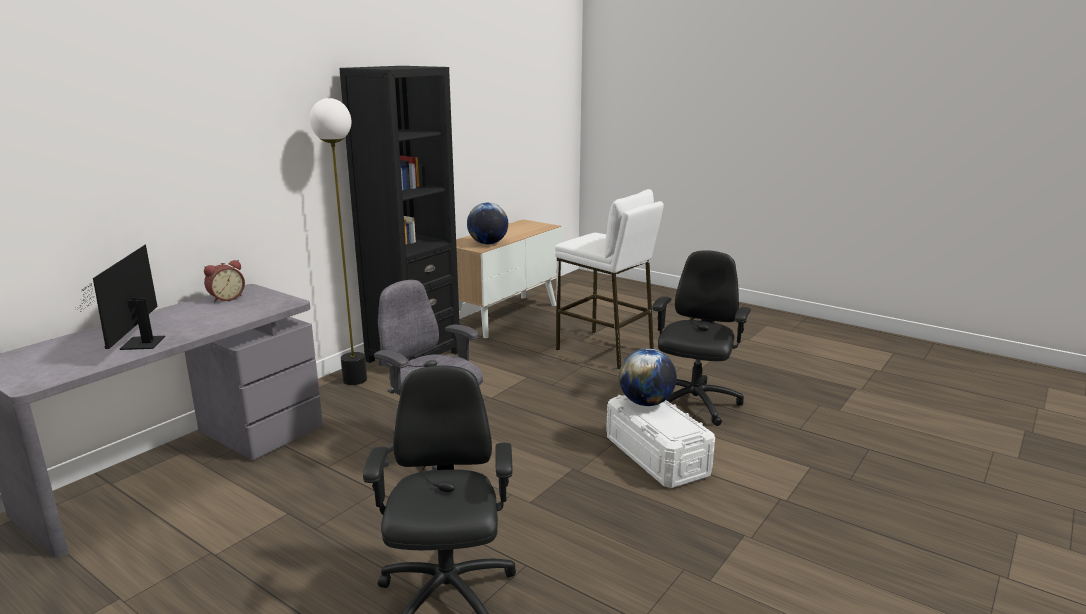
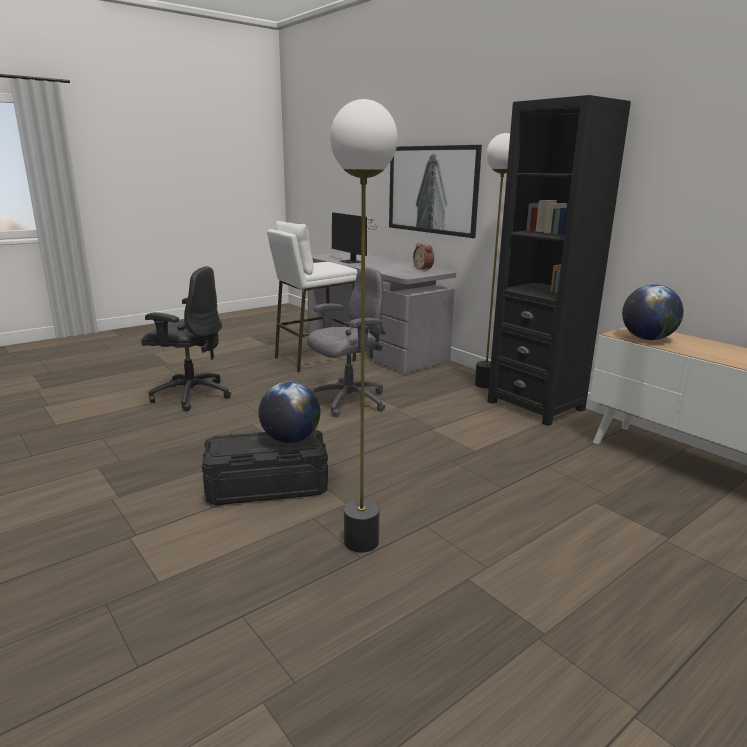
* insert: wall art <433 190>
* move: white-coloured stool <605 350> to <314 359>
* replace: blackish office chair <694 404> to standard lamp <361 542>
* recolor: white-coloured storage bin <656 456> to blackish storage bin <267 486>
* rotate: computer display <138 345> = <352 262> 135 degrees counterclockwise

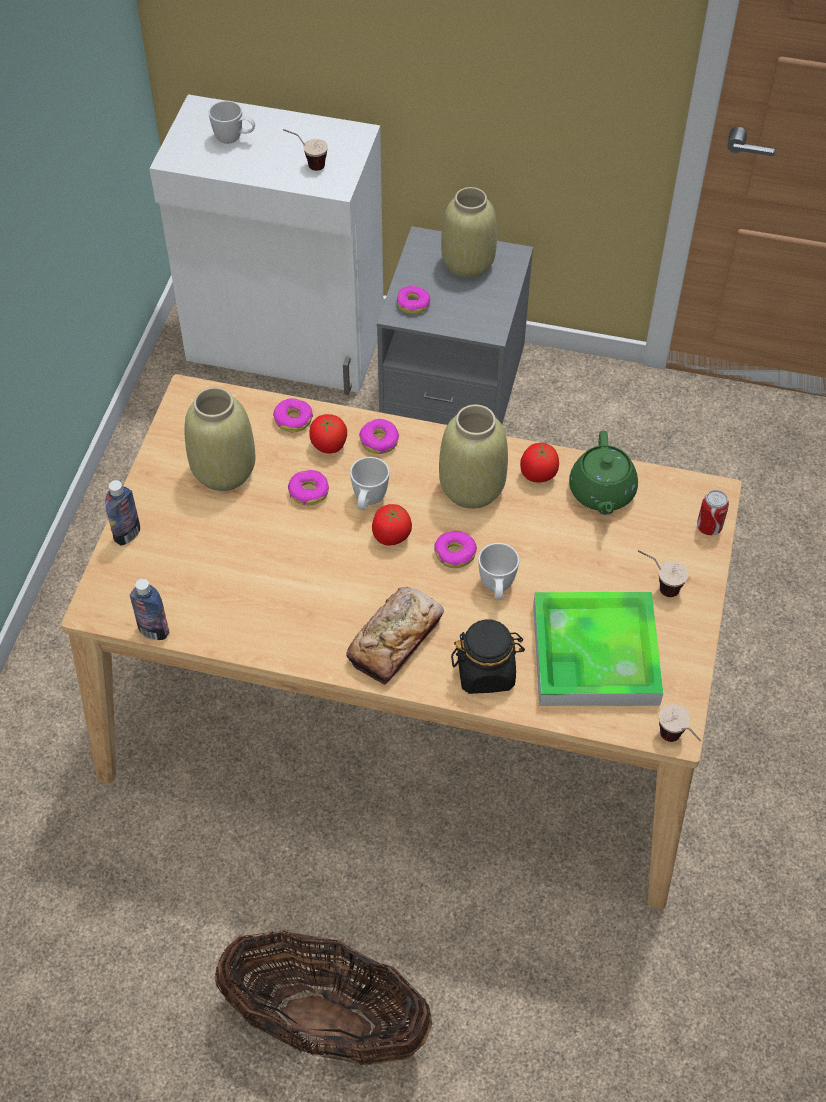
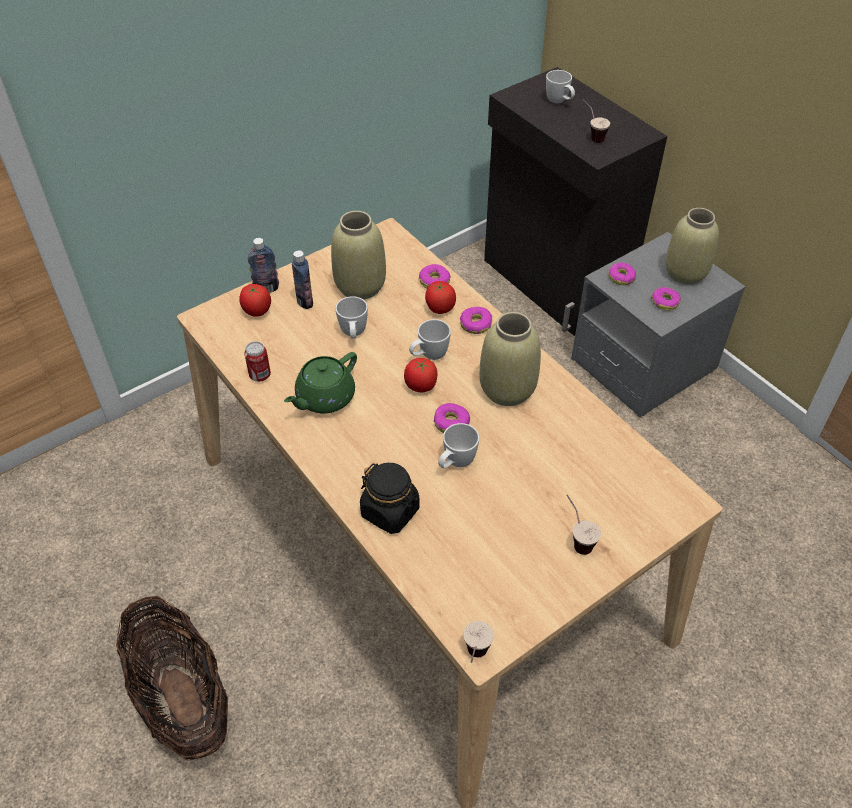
* delete: baked bread <395 640>
* delete: carrying tray <595 654>
* insert: white-coloured coffee mug <353 334>
* move: beverage bottle <154 631> to <304 301>
* move: doughnut <309 492> to <665 302>
* move: whole tomato <538 474> to <257 311>
* move: green-coloured pot for tea <601 493> to <324 398>
* move: can <709 527> to <260 375>
* recolor: white-coloured storage cabinet <286 344> to blackish storage cabinet <554 283>

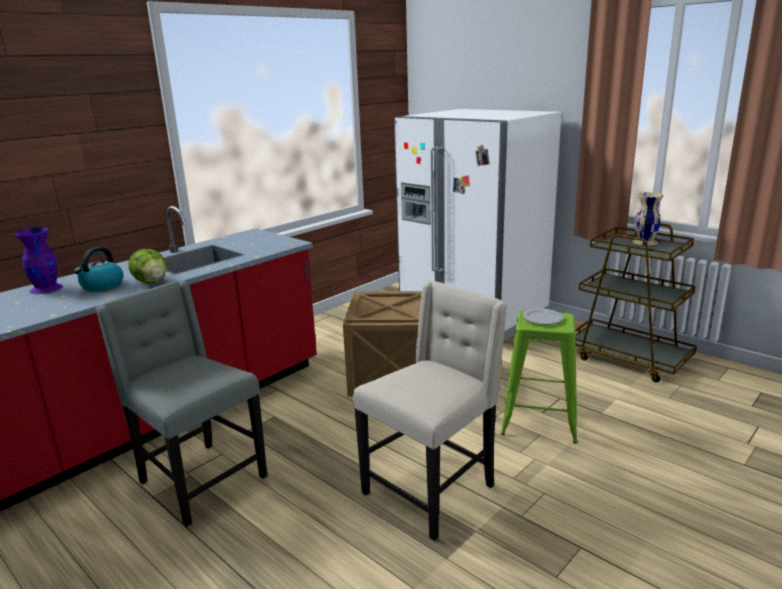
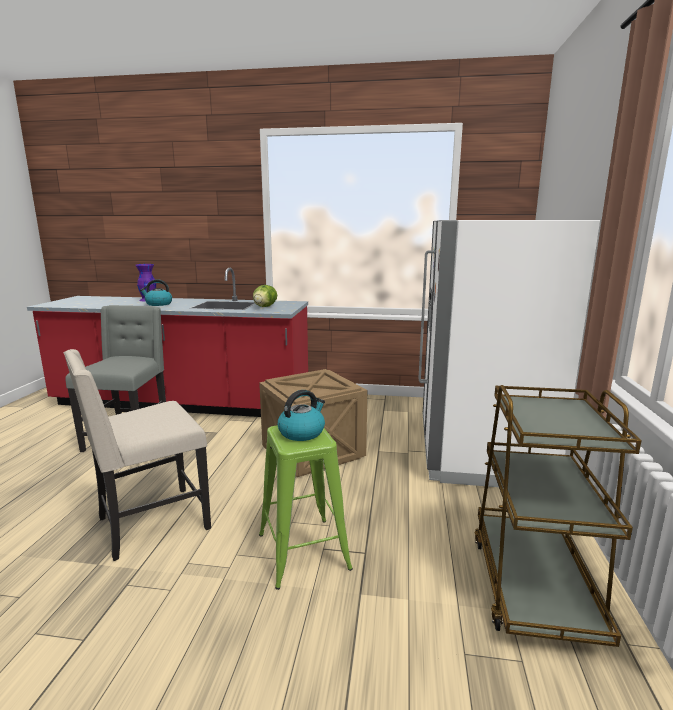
* delete: sand-coloured vase <644 242>
* move: lettuce <151 282> to <264 307>
* replace: plate <542 319> to tea kettle <302 432>
* rotate: sand-coloured chair <432 490> = <151 524> 135 degrees clockwise

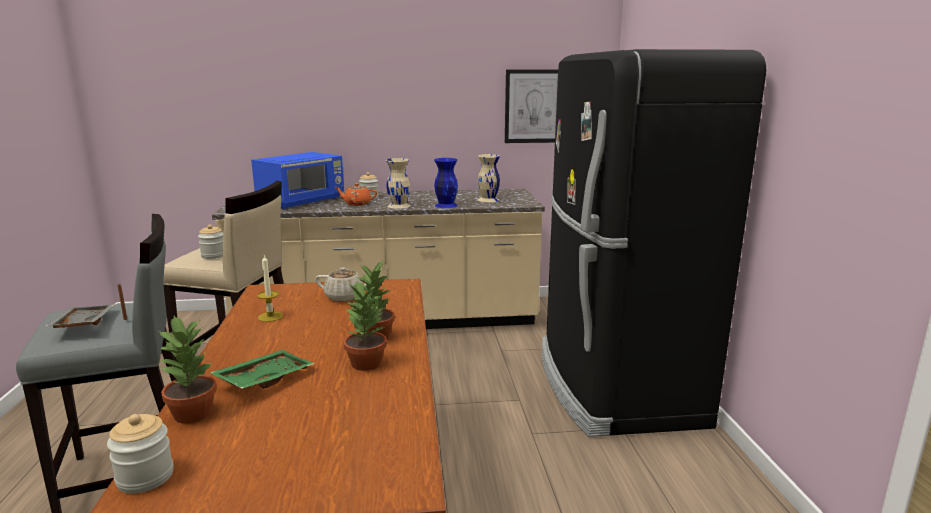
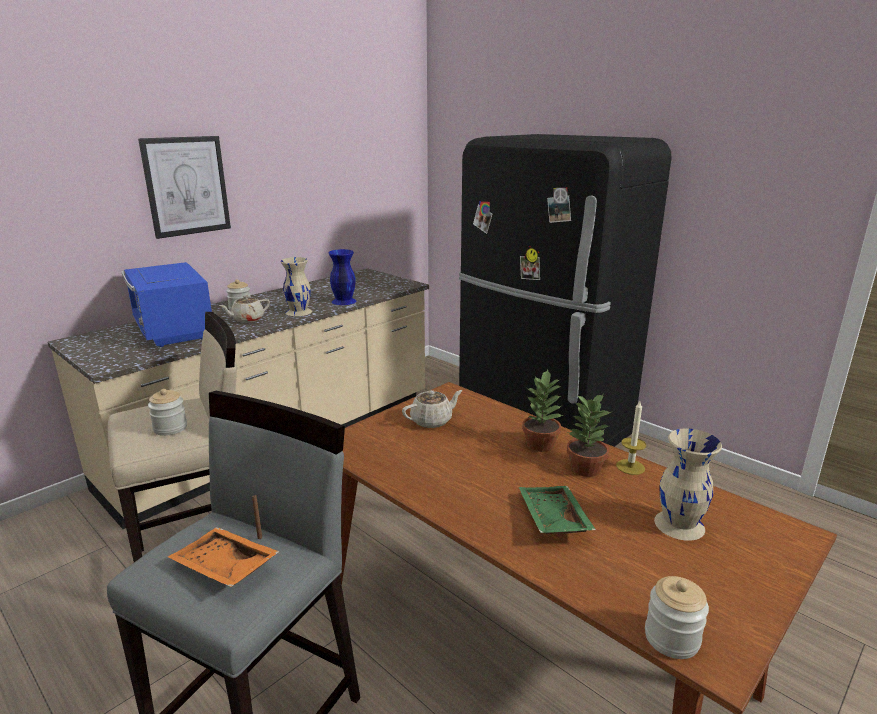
* delete: plant in a pot <194 413>
* move: wax light <270 316> to <630 467>
* move: sand-coloured vase <488 200> to <680 525>
* move: wall art <534 106> to <186 186>
* recolor: gray carrying tray <82 324> to orangey carrying tray <223 568>
* recolor: orangey pot for tea <357 204> to sand-coloured pot for tea <247 319>
* rotate: bluish microwave <302 201> = <172 331> 150 degrees clockwise

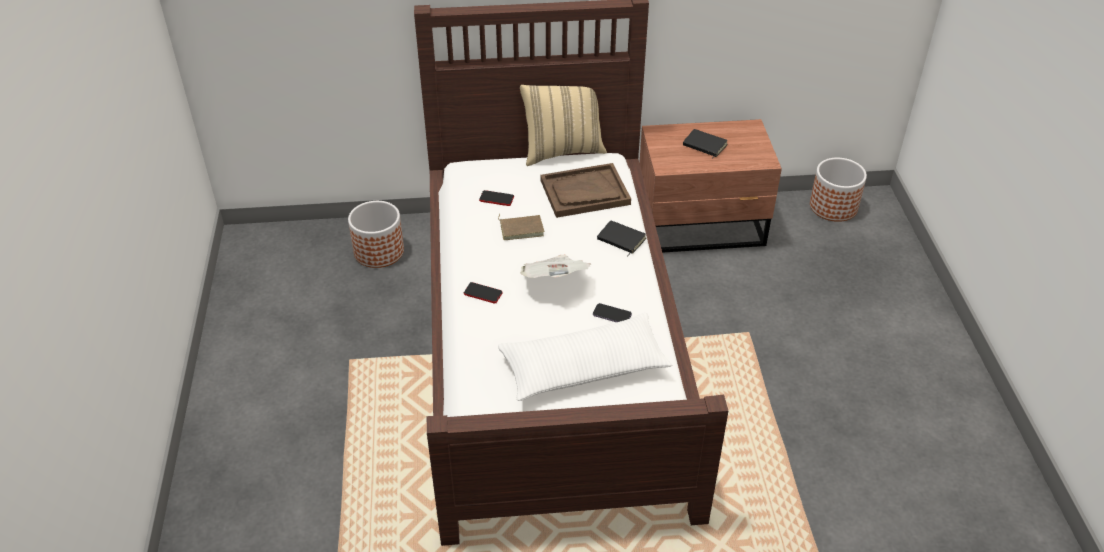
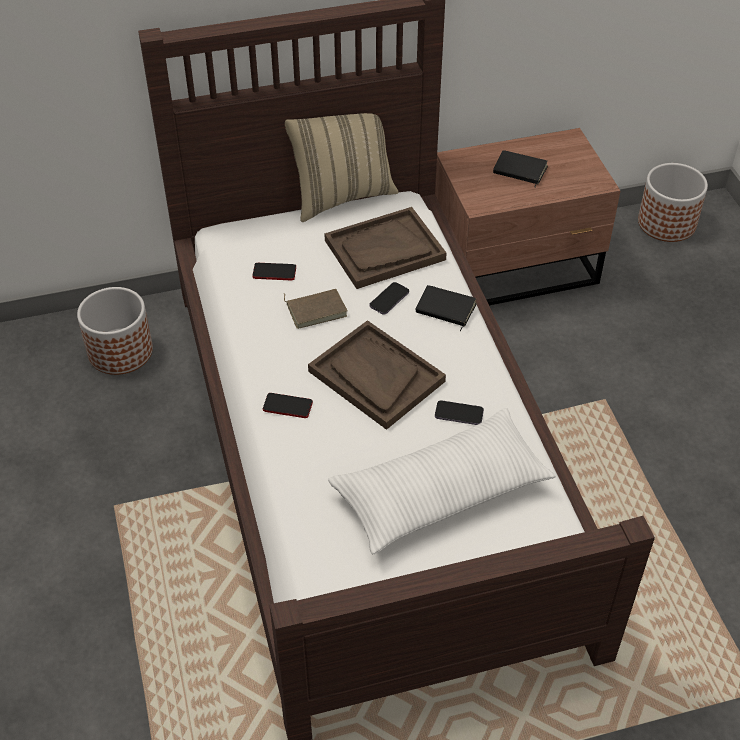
* insert: phone <389 299>
* replace: daily paper <555 281> to brown-coloured carrying tray <376 376>

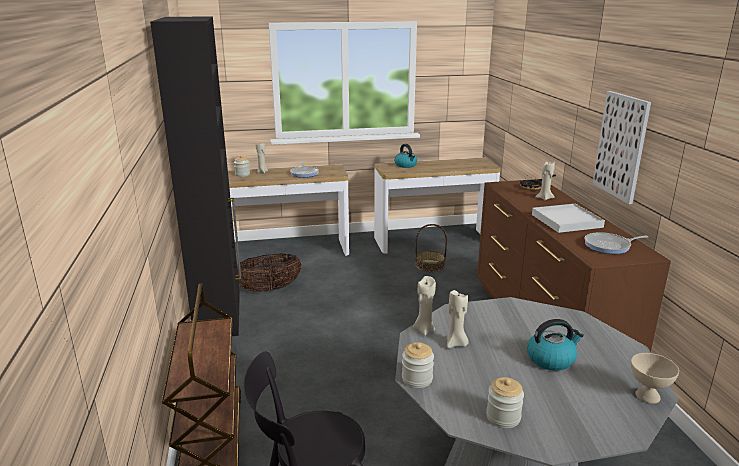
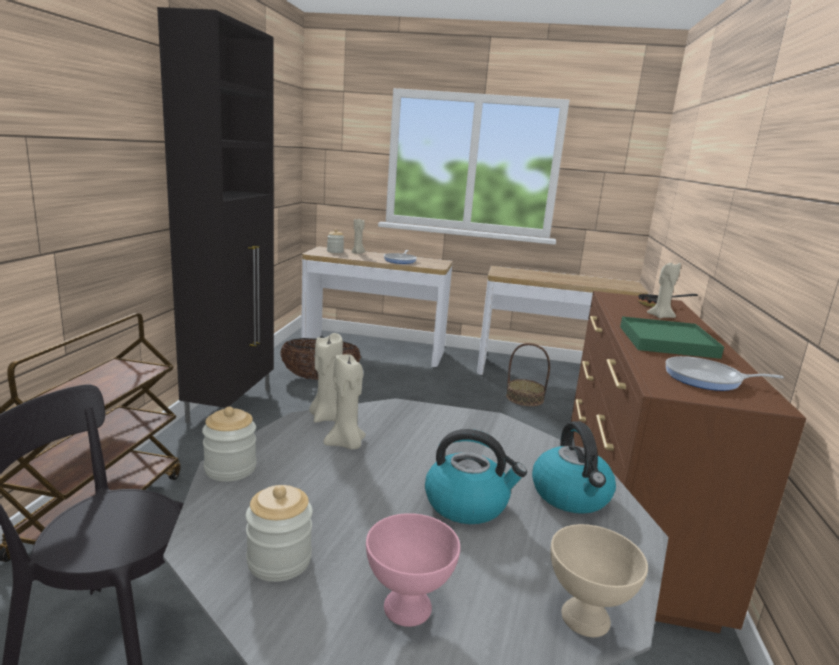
* delete: wall art <621 146>
* insert: pink-coloured serving bowl <406 607>
* move: tea kettle <406 165> to <571 496>
* recolor: white-coloured carrying tray <566 221> to green-coloured carrying tray <666 341>

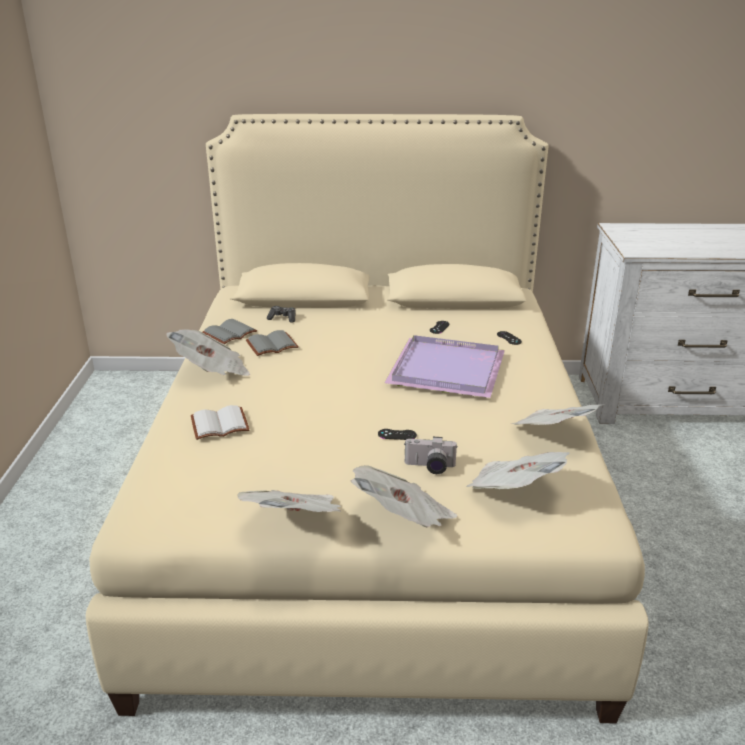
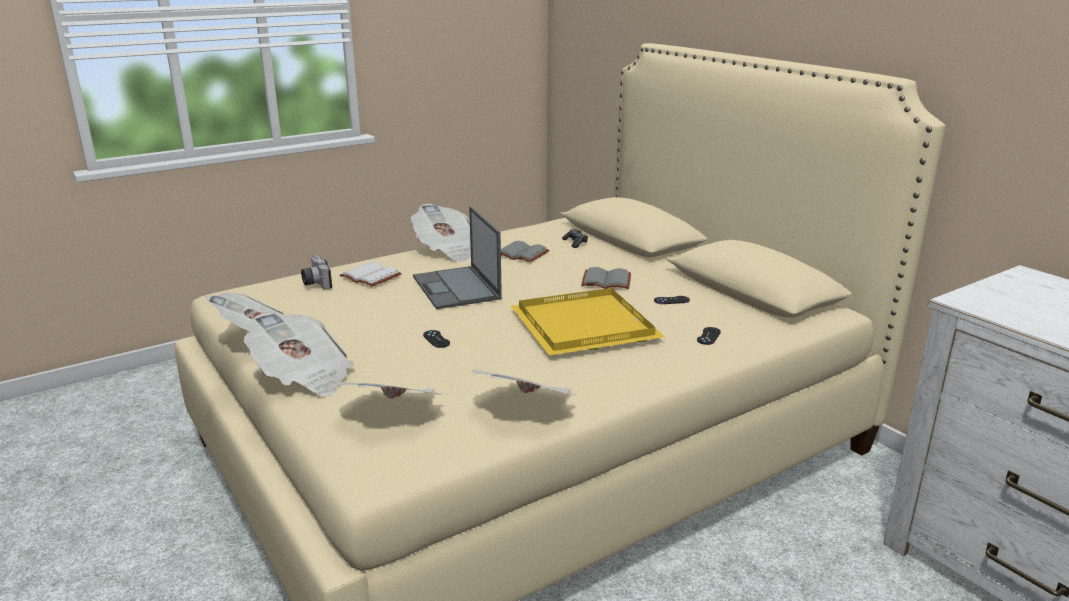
* insert: laptop <457 288>
* move: gray bound book <229 333> to <607 280>
* move: photo camera <429 467> to <315 283>
* recolor: purplish carrying tray <449 369> to yellowish carrying tray <587 326>

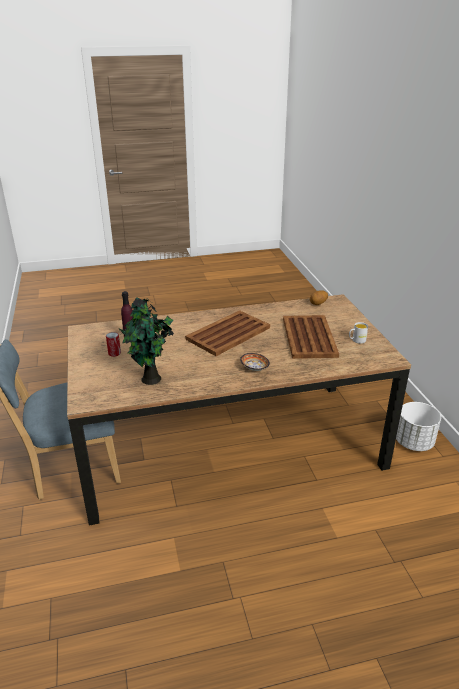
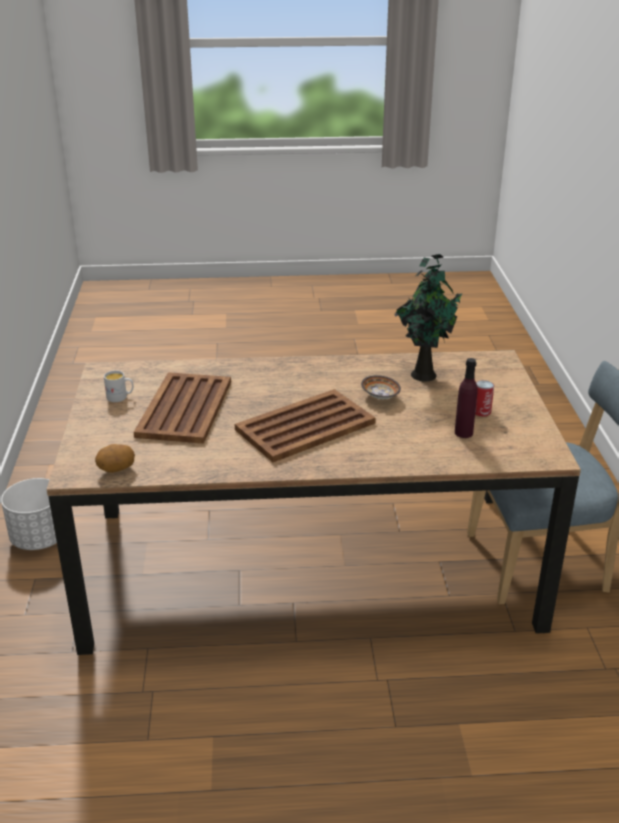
* move: serving bowl <254 369> to <380 396>

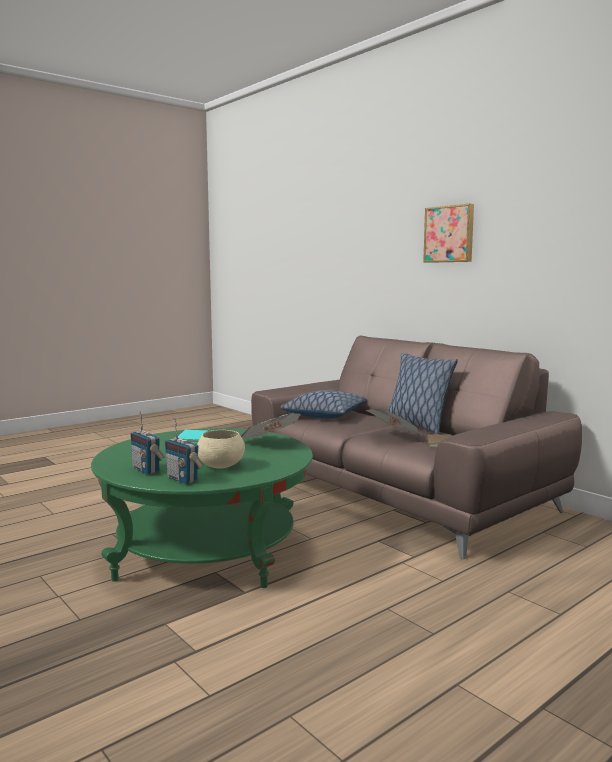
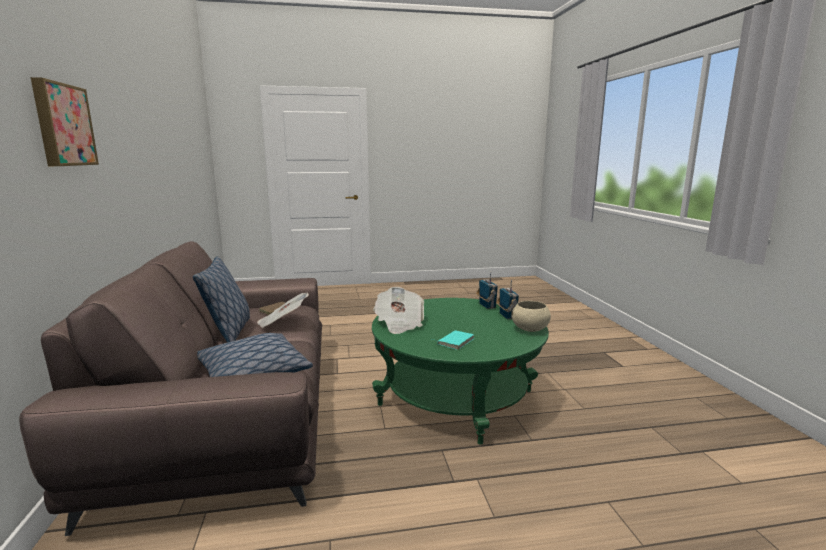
* move: sand-coloured serving bowl <220 466> to <530 329>

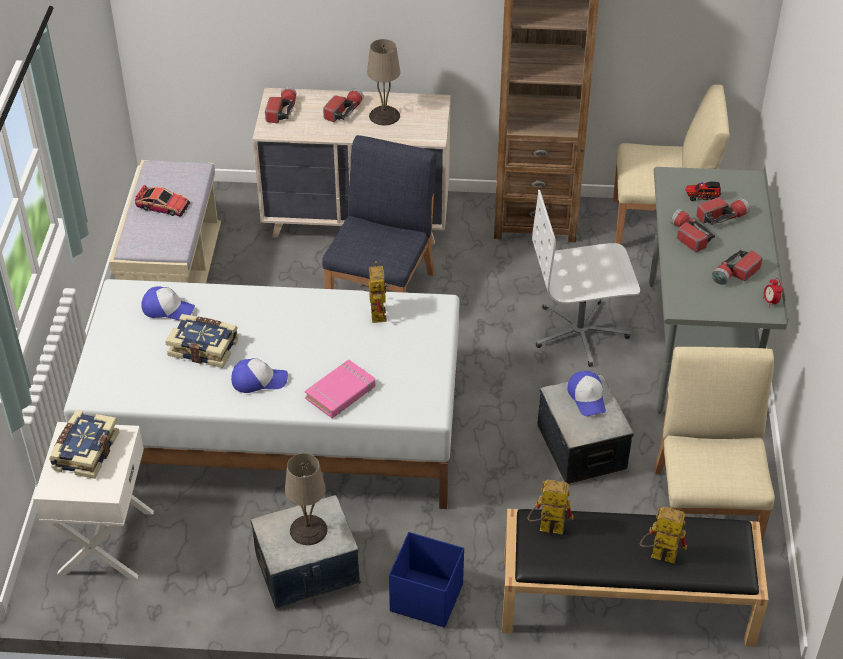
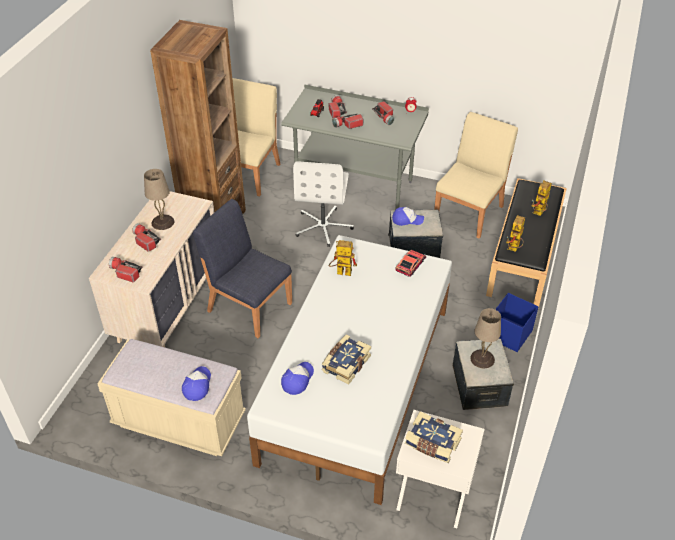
* delete: pink-coloured bound book <341 393>
* move: miniature car <163 206> to <410 265>
* move: peaked cap <259 380> to <197 385>
* rotate: sand-coloured chair <706 509> = <469 213> 105 degrees clockwise

